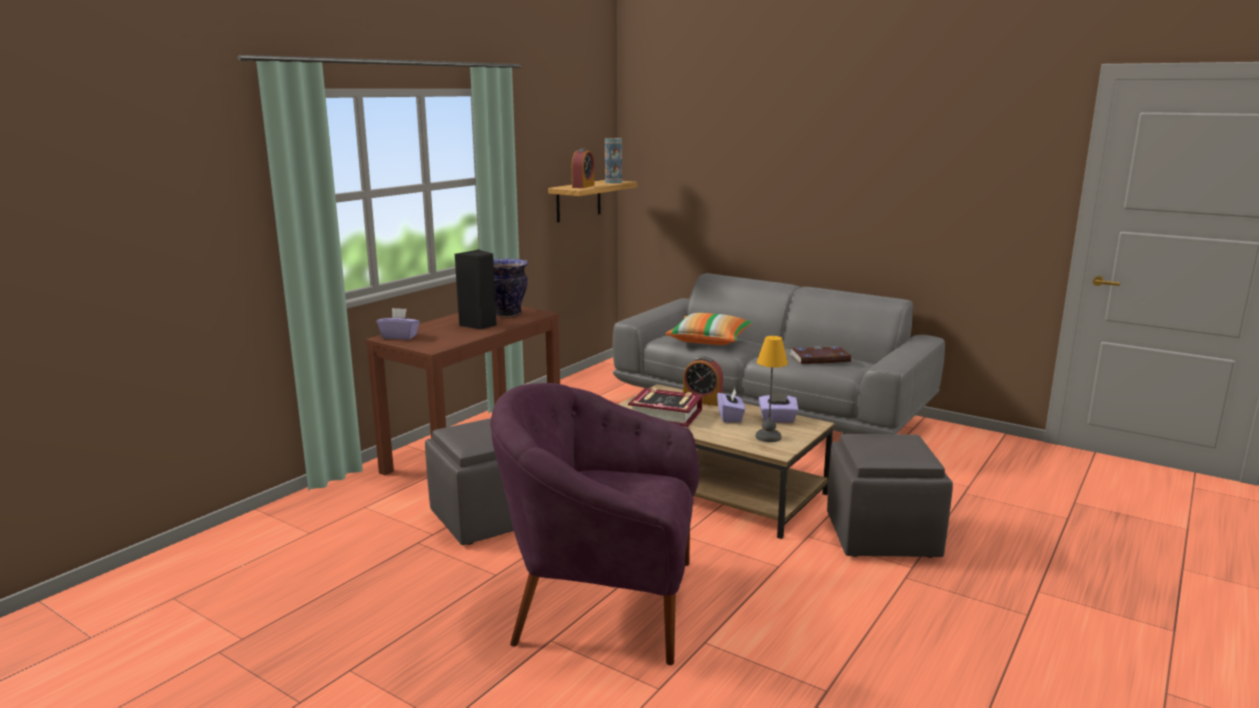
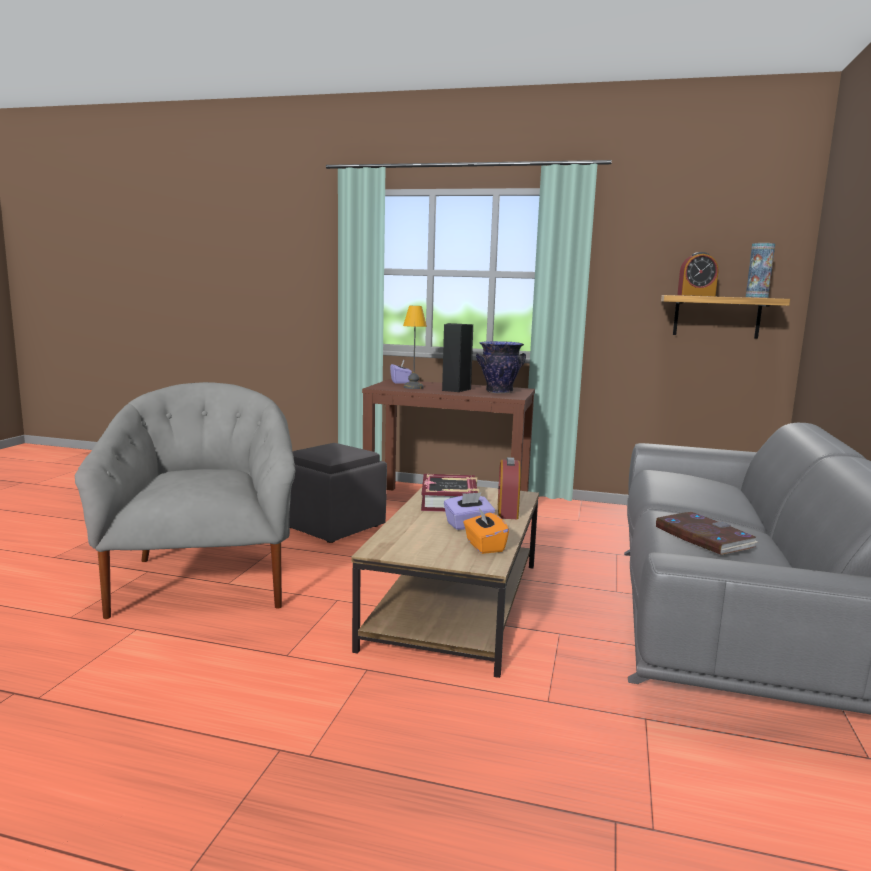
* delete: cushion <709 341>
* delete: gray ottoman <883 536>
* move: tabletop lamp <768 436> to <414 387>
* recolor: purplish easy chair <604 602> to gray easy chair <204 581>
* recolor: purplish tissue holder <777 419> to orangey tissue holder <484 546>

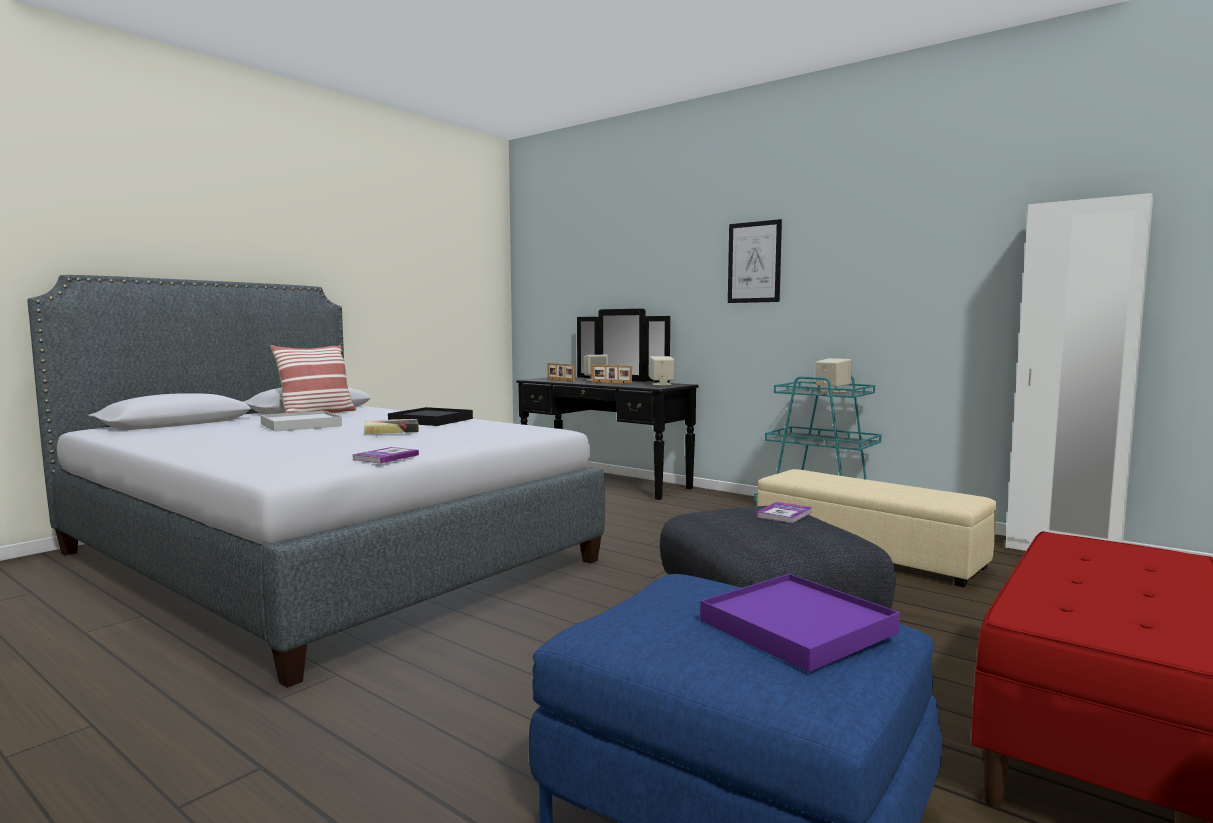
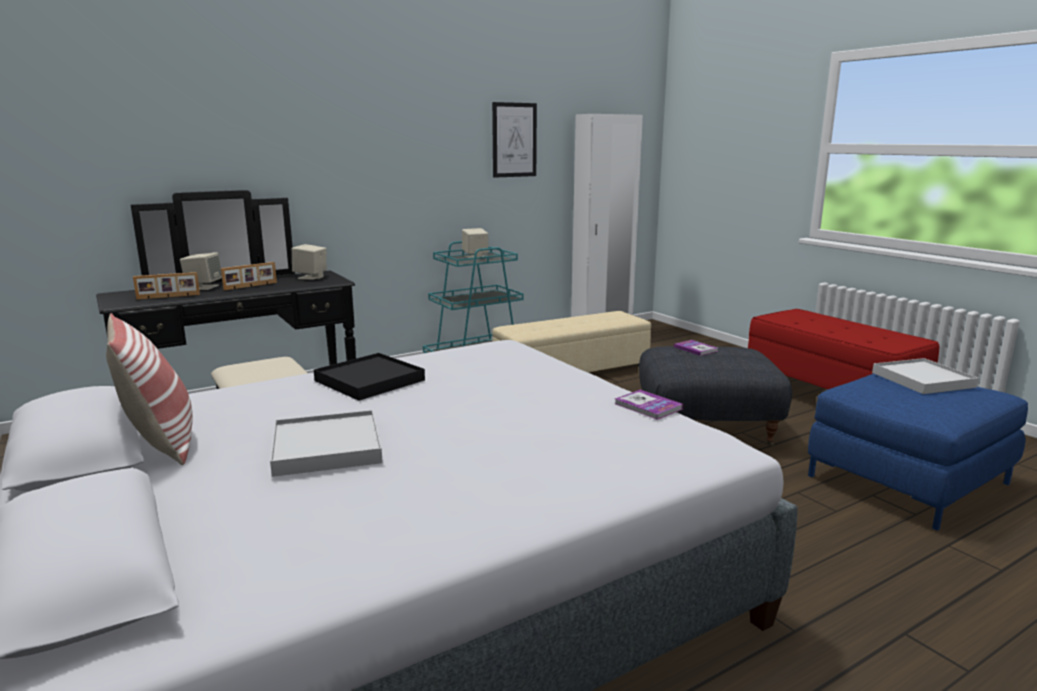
* delete: bound book <391 431>
* move: wall art <754 262> to <514 140>
* recolor: purplish carrying tray <797 626> to white-coloured carrying tray <922 380>

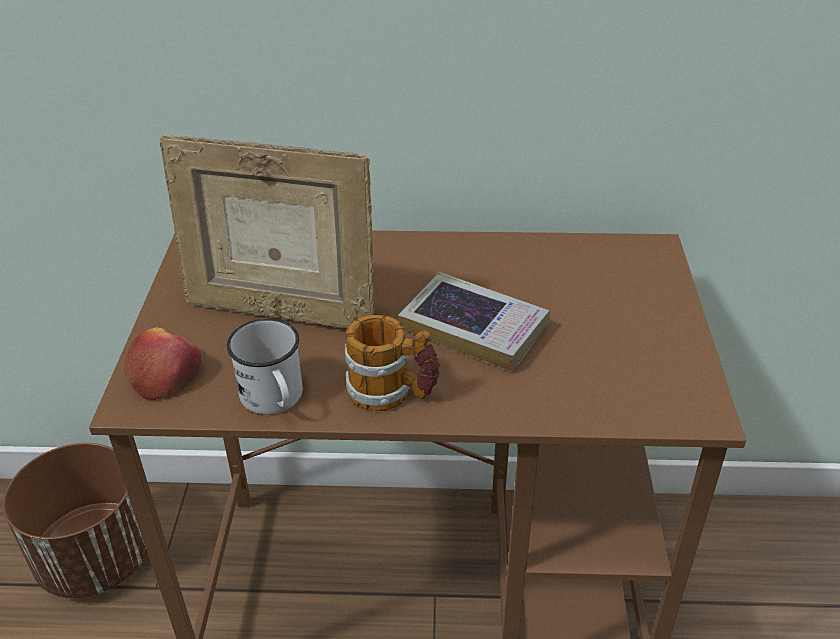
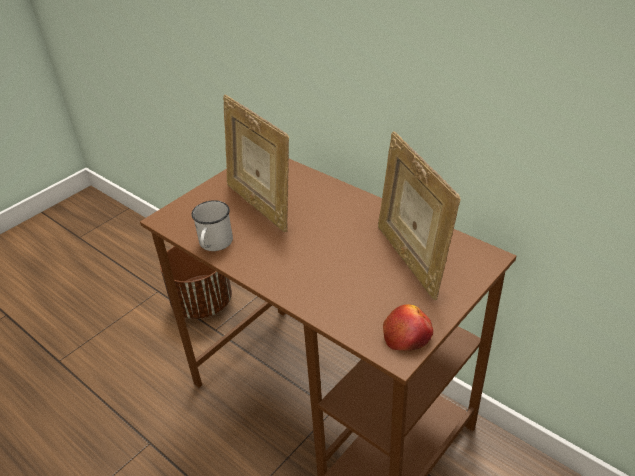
* delete: coffee mug <392 393>
* delete: bound book <474 328>
* insert: picture frame <410 259>
* move: whole apple <165 374> to <407 335>

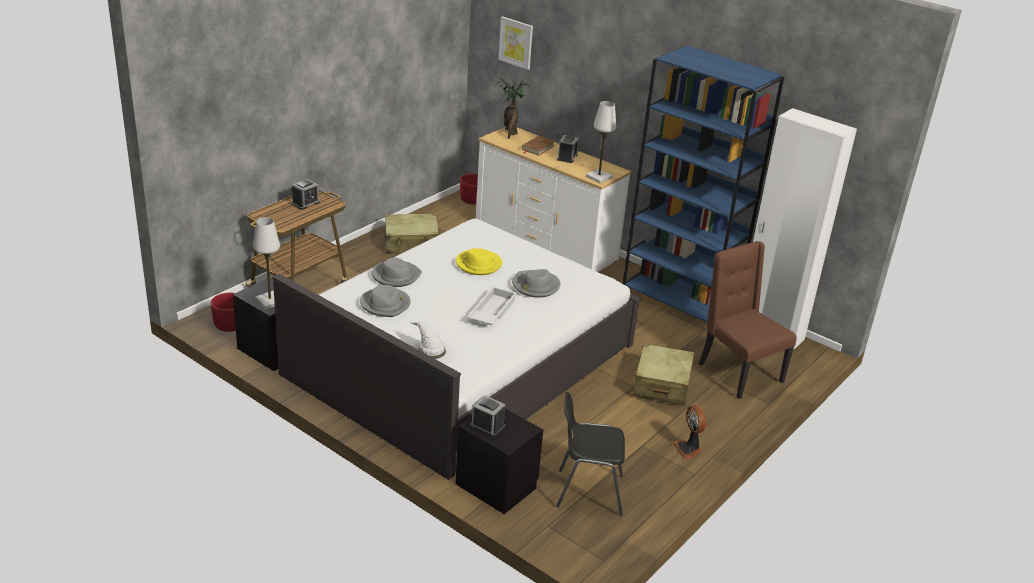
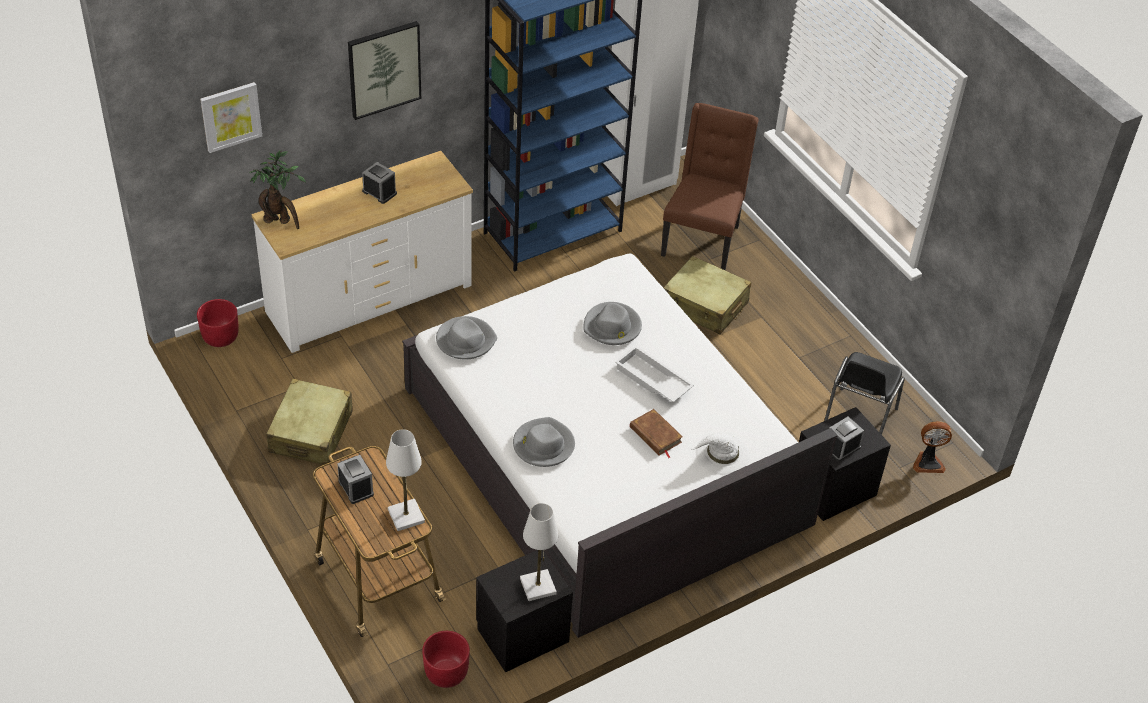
* delete: yellowish clothing hat <478 264>
* insert: wall art <384 69>
* move: gray clothing hat <385 304> to <465 340>
* move: brown-coloured bound book <537 148> to <655 435>
* move: white-coloured tabletop lamp <599 177> to <406 516>
* move: cooling fan <689 449> to <928 462>
* rotate: brown-coloured chair <738 373> = <702 240> 120 degrees clockwise

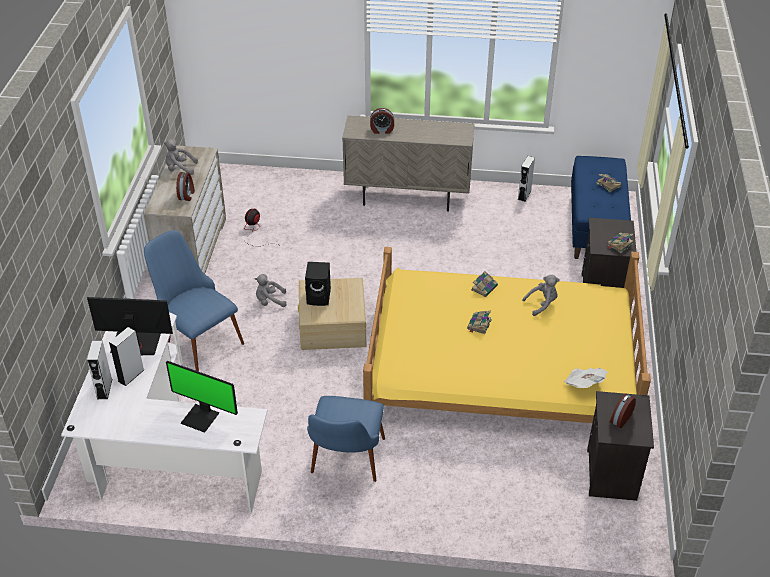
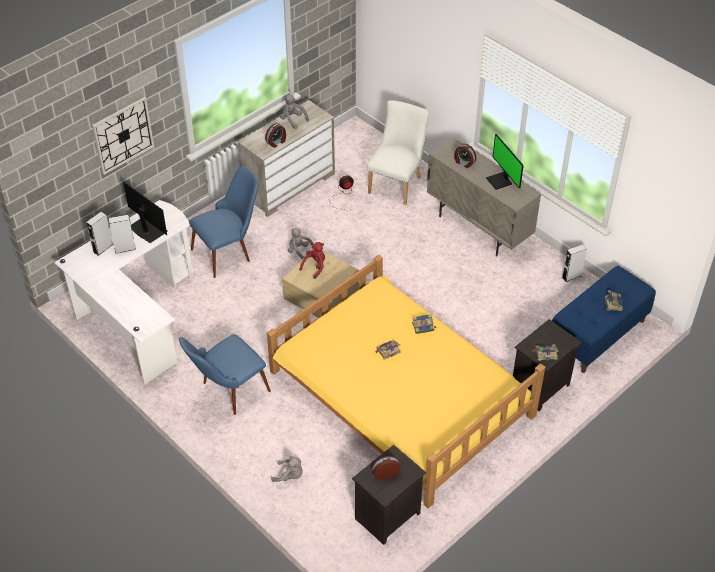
* delete: daily paper <584 384>
* insert: hanging clock <123 135>
* insert: white-coloured chair <397 183>
* move: computer display <201 417> to <500 181>
* move: gray soft toy <542 304> to <290 476>
* replace: blackish audio speaker <319 297> to red soft toy <315 266>
* rotate: bluish chair <197 339> = <229 251> 60 degrees clockwise

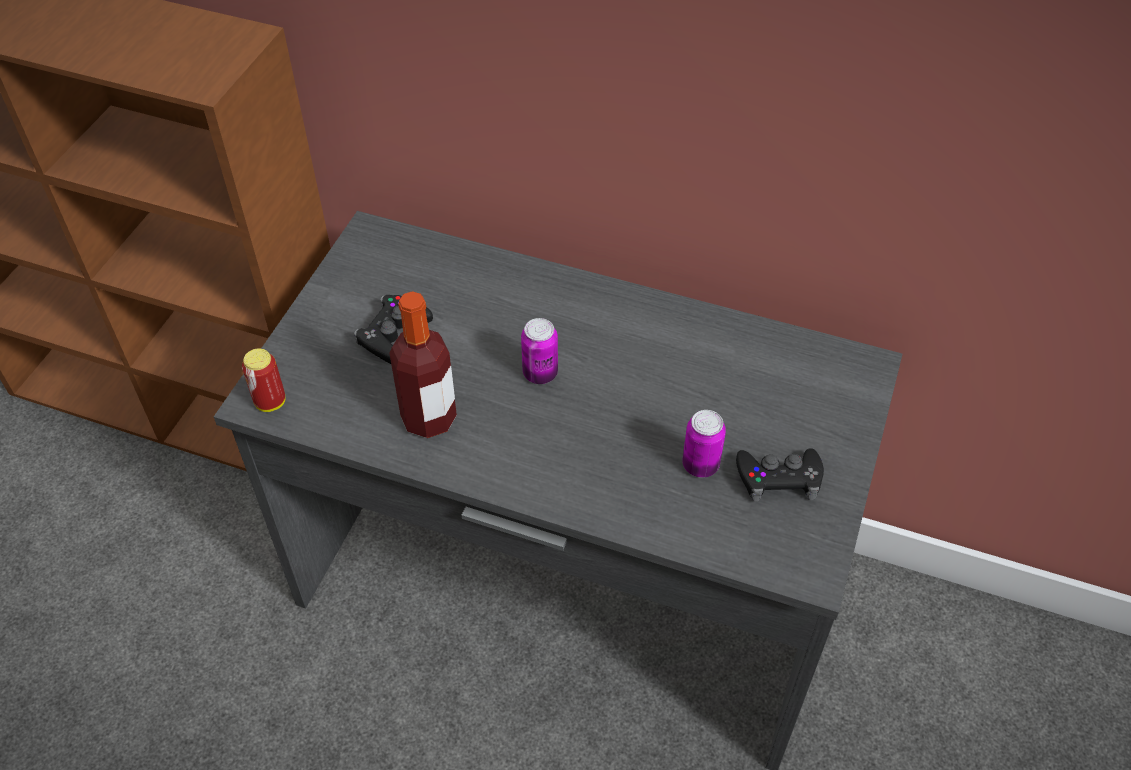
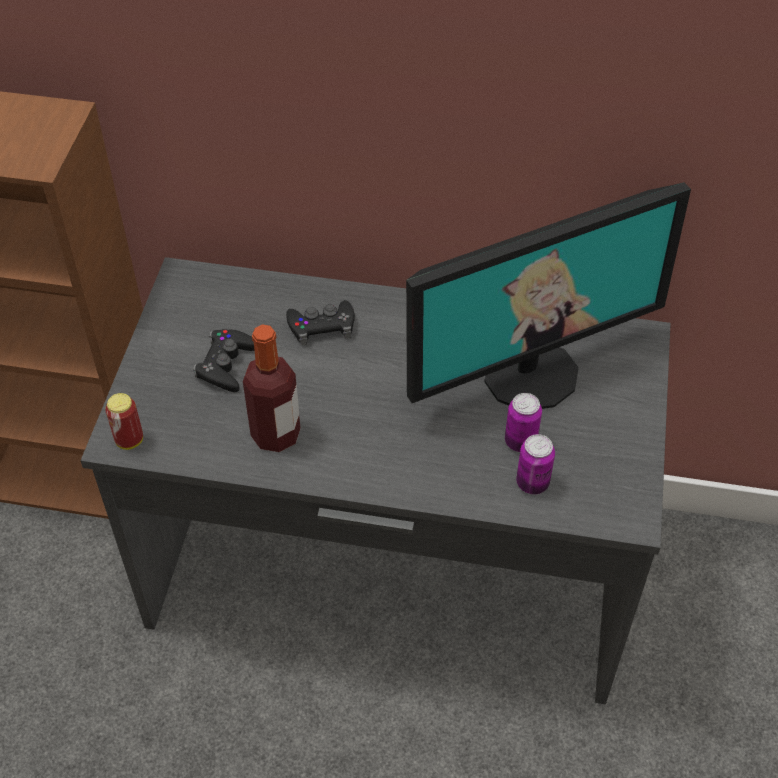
* insert: computer display <530 374>
* move: can <540 373> to <532 483>
* move: blackish game controller <779 478> to <321 326>

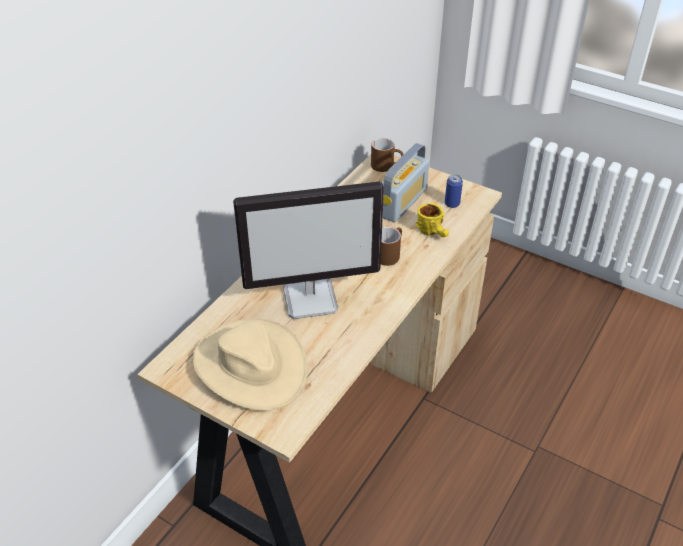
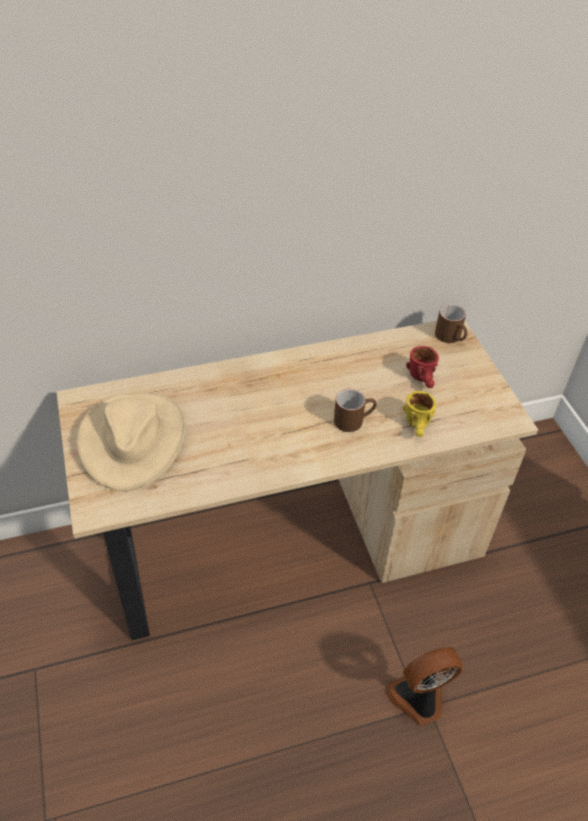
* delete: computer display <311 298>
* delete: can <452 204>
* insert: cooling fan <419 699>
* replace: radio receiver <402 202> to red coffee mug <424 380>

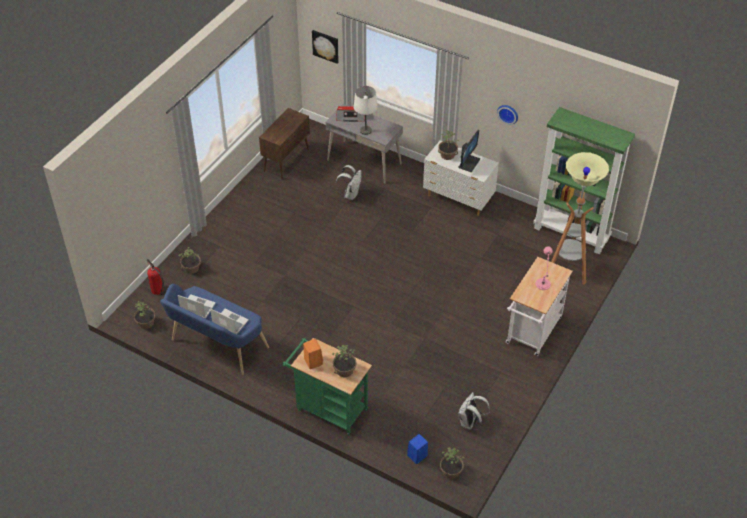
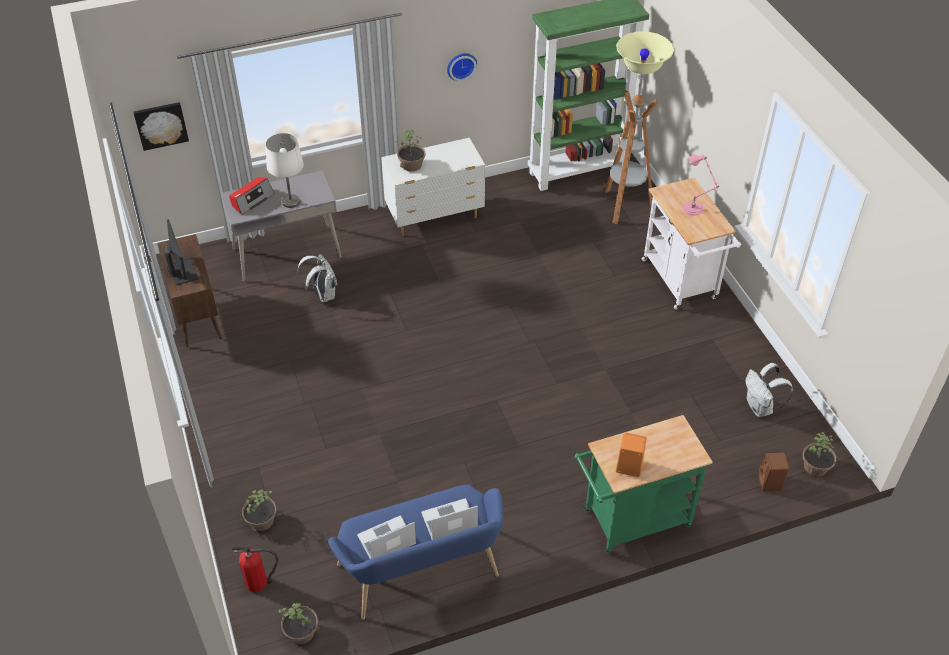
* delete: plant in a pot <344 370>
* move: computer display <468 163> to <182 271>
* recolor: bluish audio speaker <417 456> to brown-coloured audio speaker <770 483>

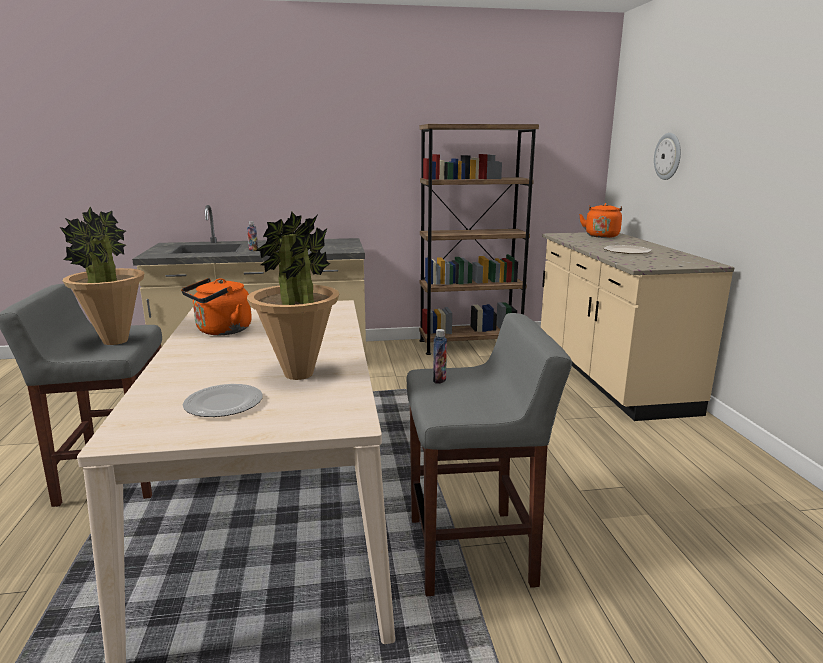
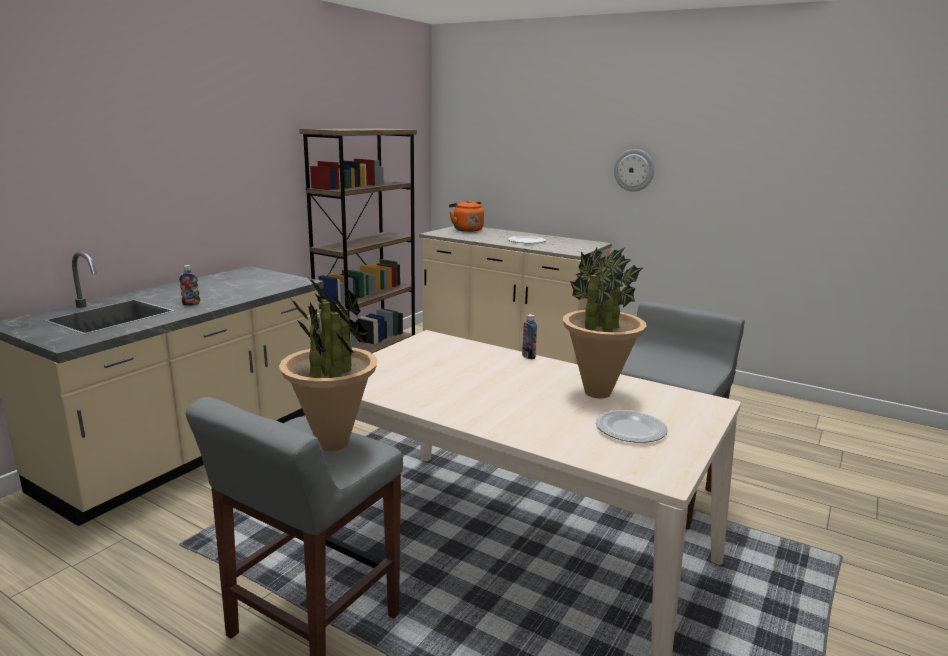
* delete: orangey tea kettle <221 331>
* move: beverage bottle <439 380> to <528 356>
* move: hanging clock <668 156> to <634 170>

